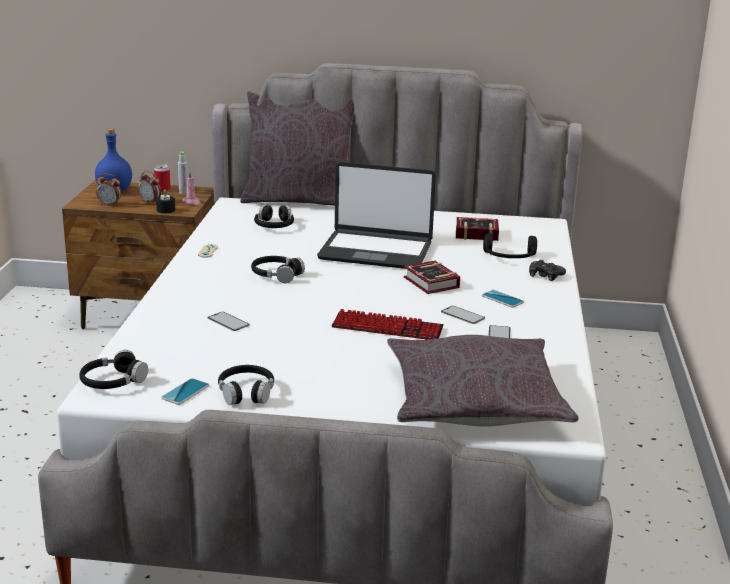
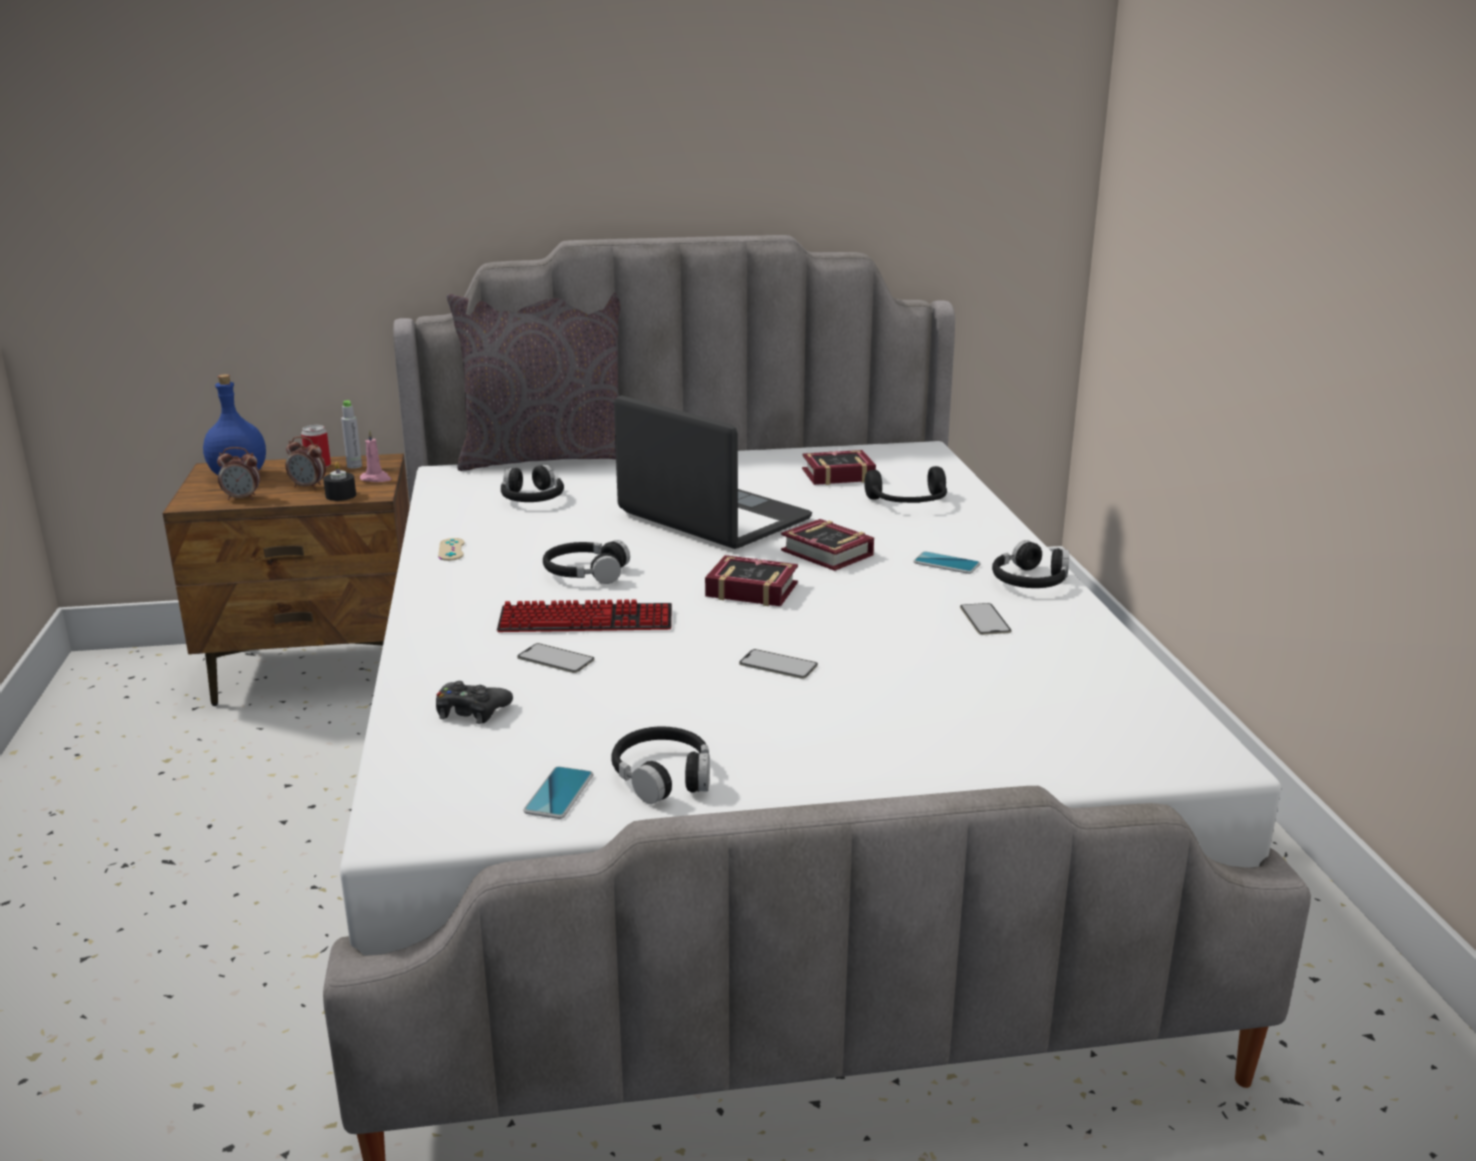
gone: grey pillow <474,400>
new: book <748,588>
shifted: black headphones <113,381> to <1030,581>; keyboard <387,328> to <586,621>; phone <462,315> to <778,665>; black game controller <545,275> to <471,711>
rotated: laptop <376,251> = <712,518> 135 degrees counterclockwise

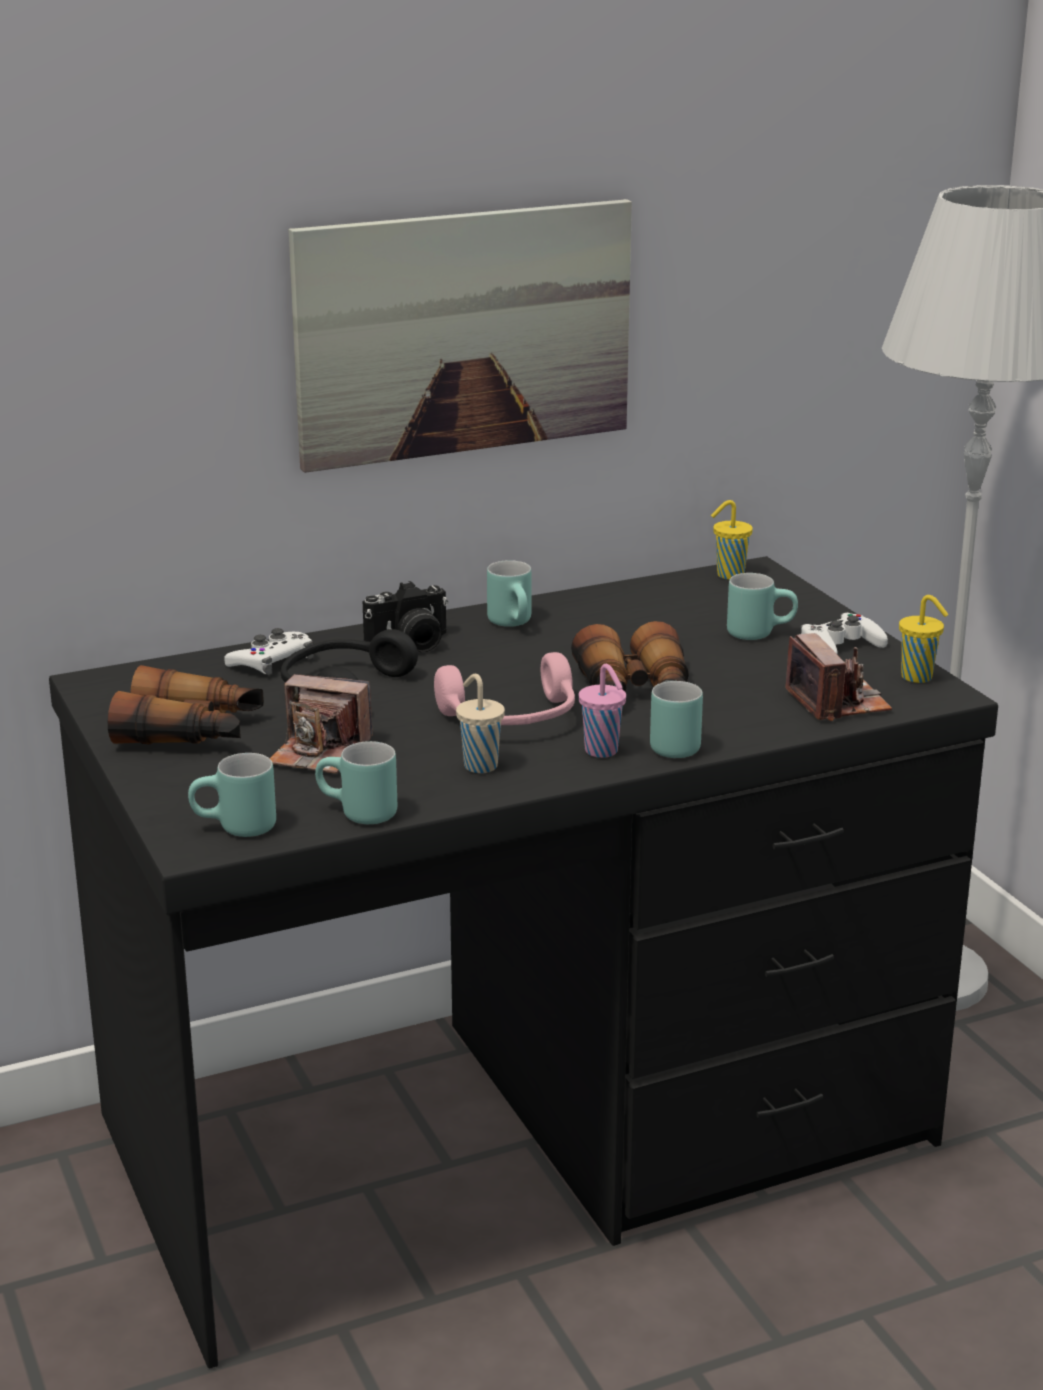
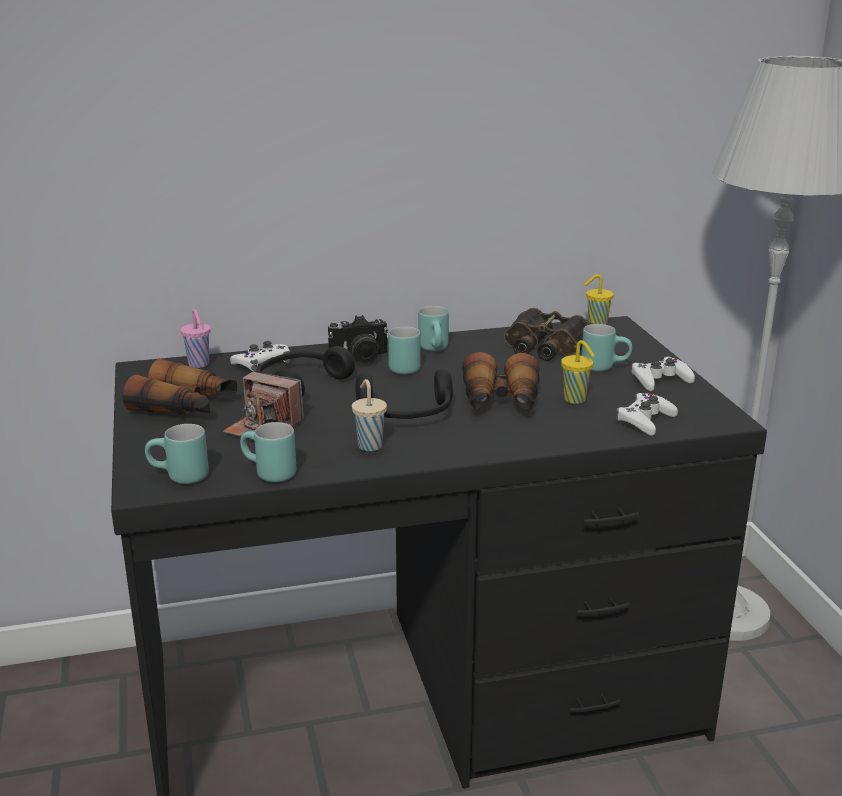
gone: picture <464,333>
new: binoculars <545,346>
shifted: pink cup <602,752> to <199,365>; turquoise mug <672,744> to <405,366>; yellow cup <918,678> to <576,400>
swapped: photo camera <837,703> to white game controller <645,420>
repainted: pink headphones <511,719> to black headphones <406,414>

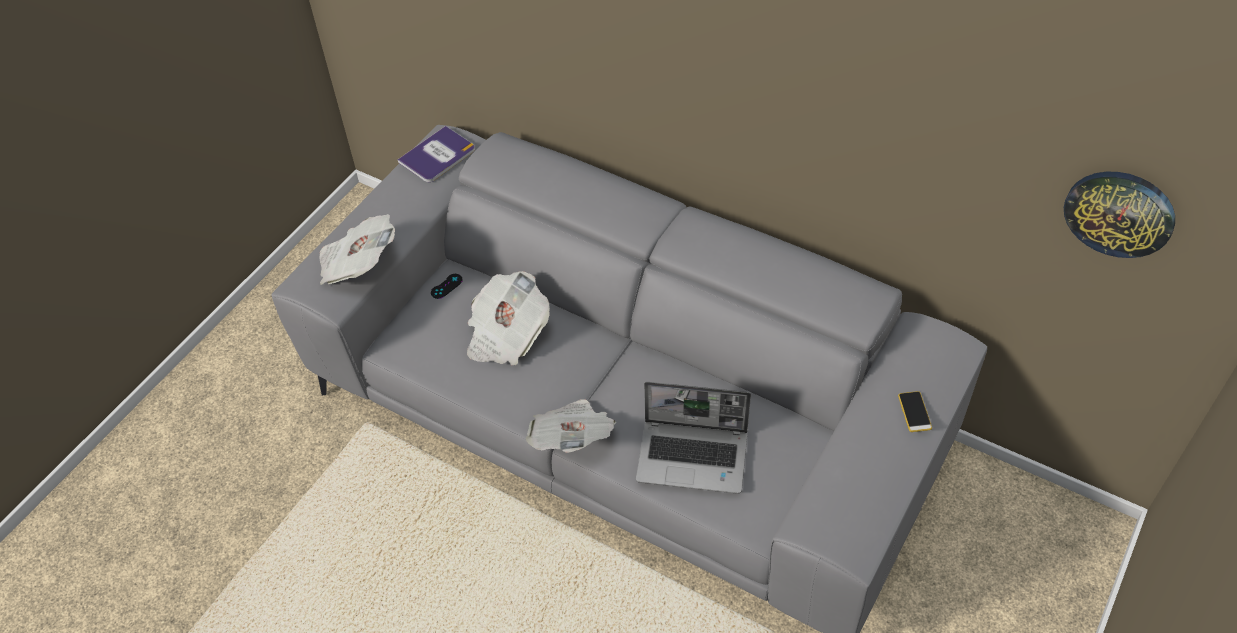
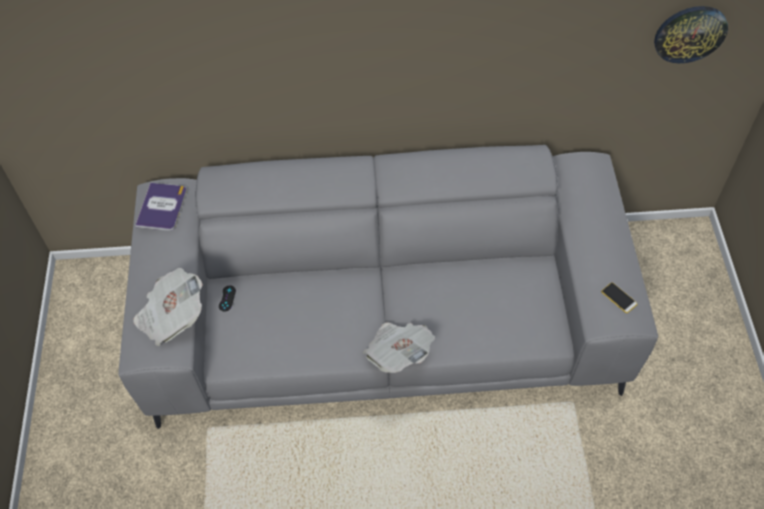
gone: newspaper <506,335>; laptop <694,457>
shifted: phone <914,412> to <619,298>

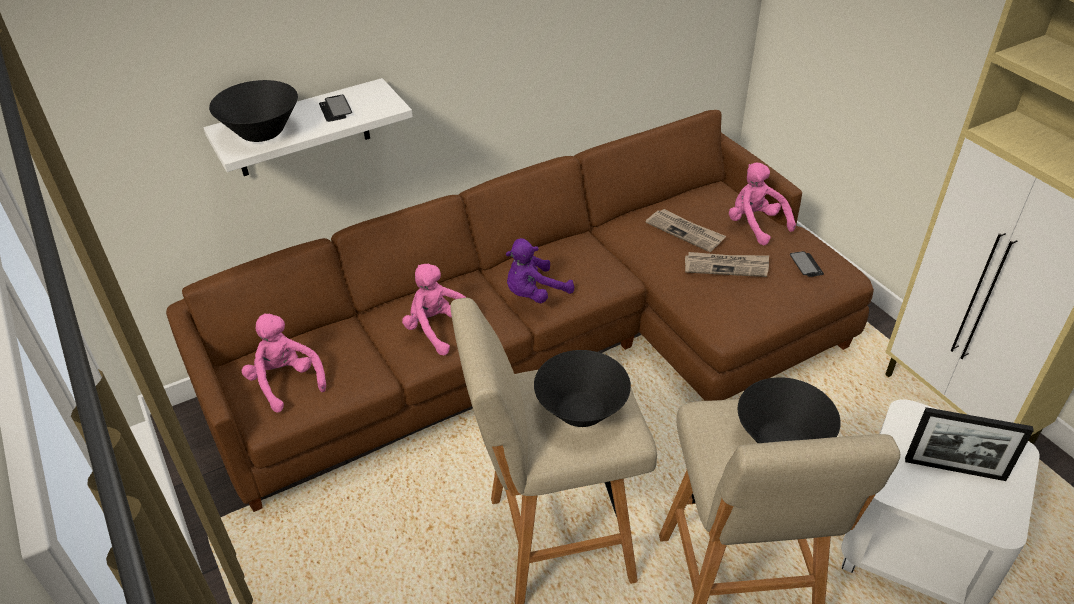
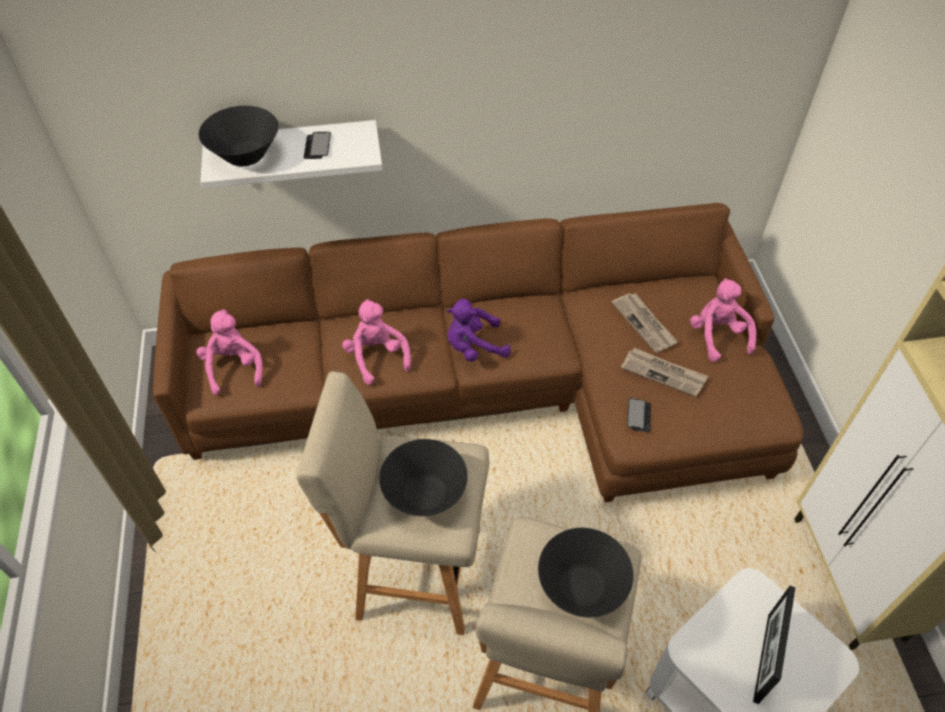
shifted: phone <806,265> to <638,416>
rotated: picture frame <954,469> = <763,658> 75 degrees clockwise

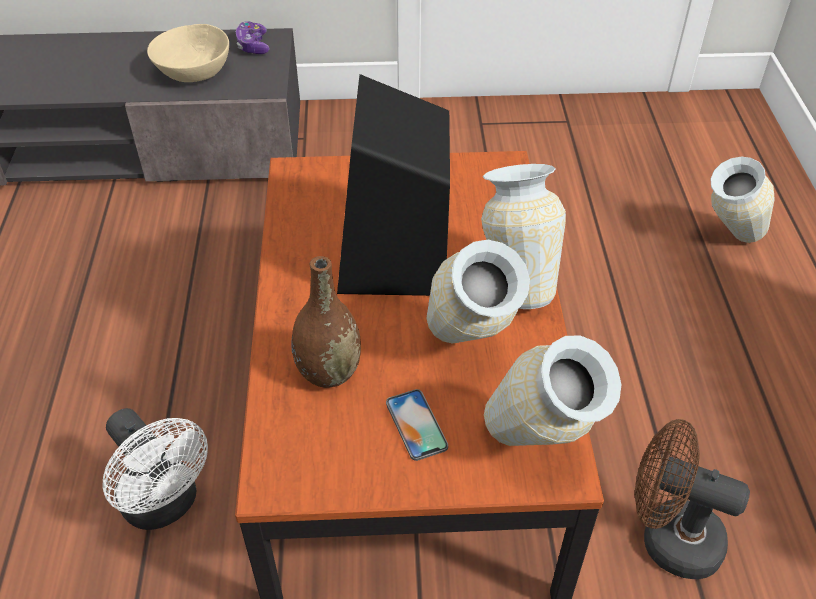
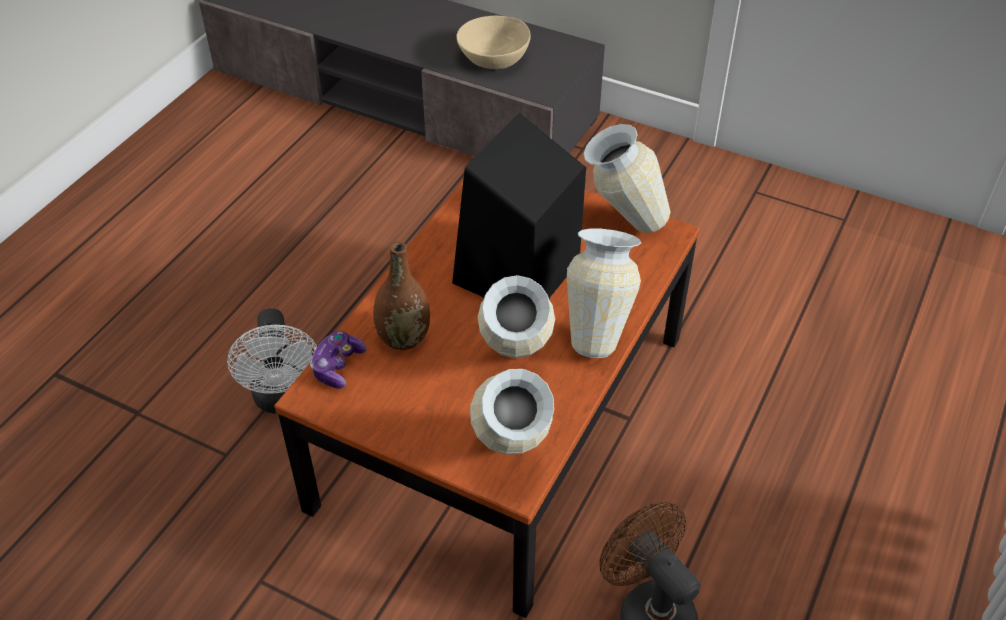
gone: phone <416,425>
shifted: game controller <253,46> to <337,366>; vase <726,242> to <621,223>

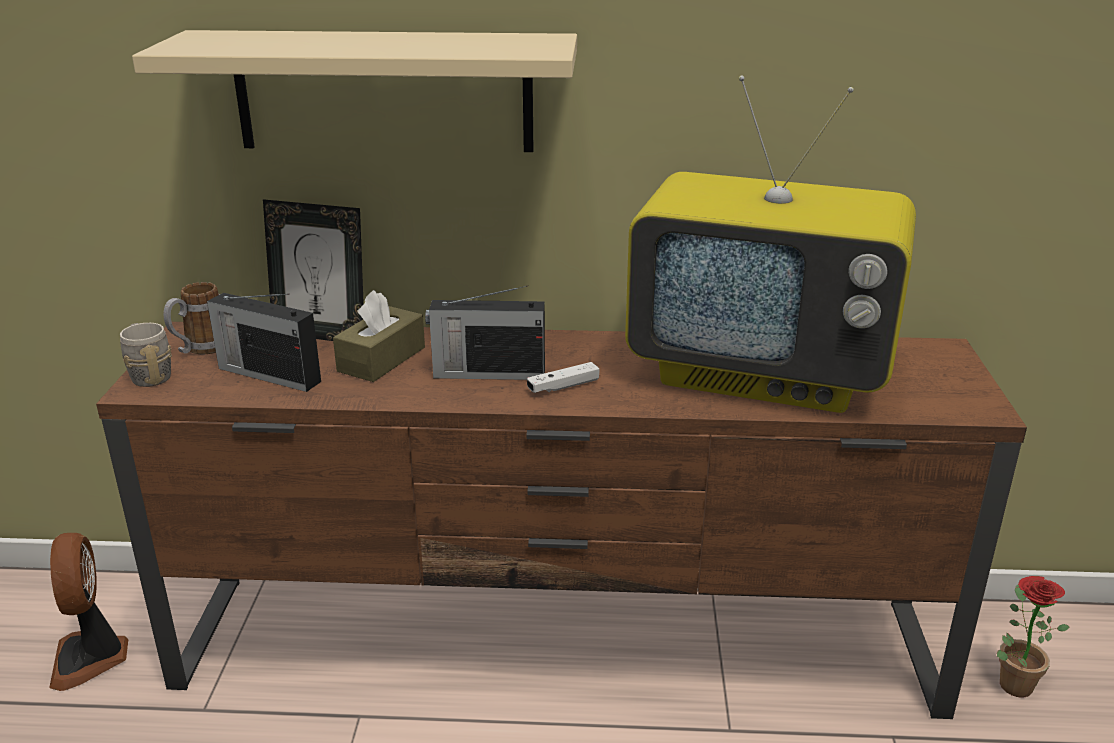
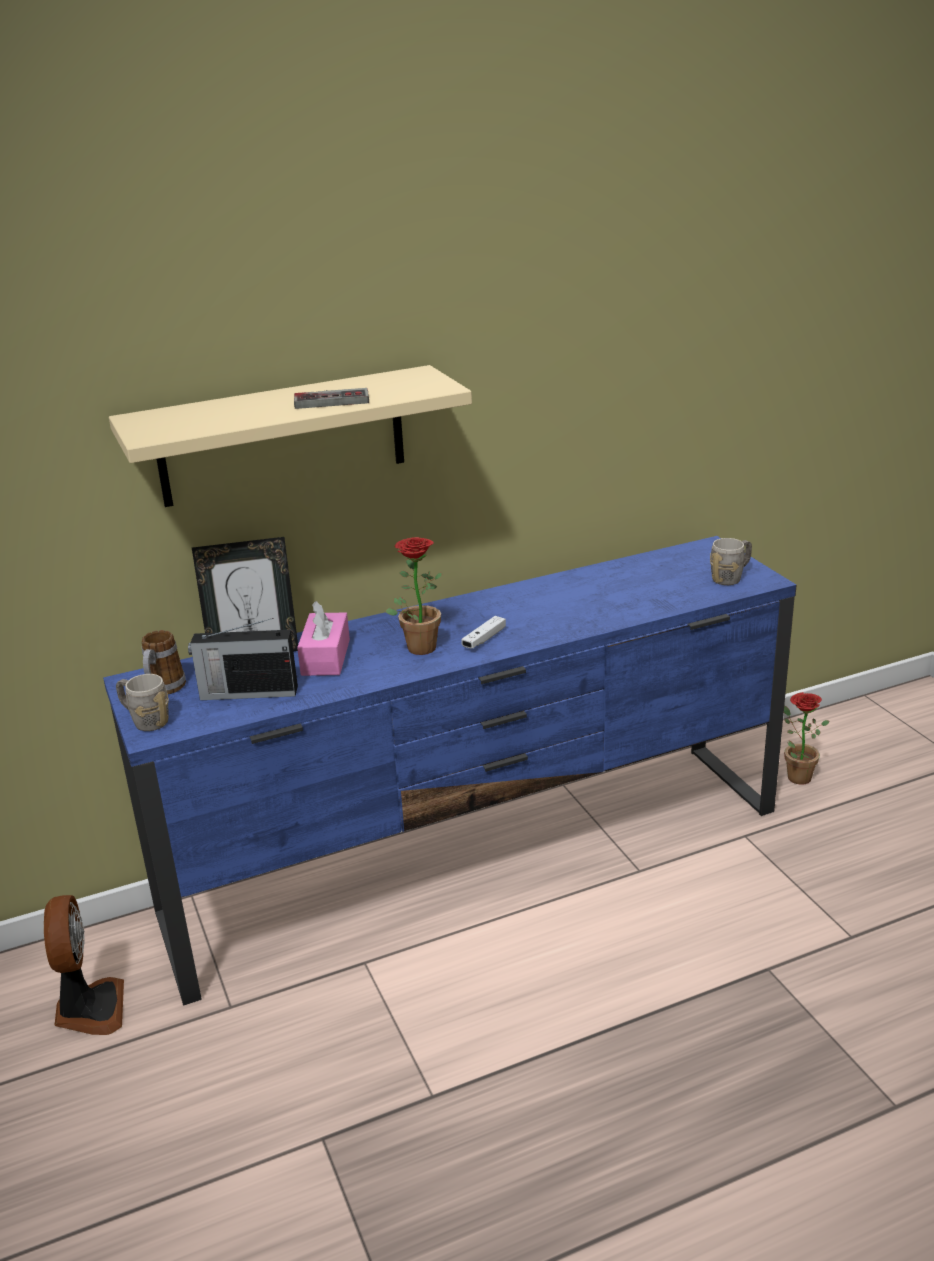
gone: television <762,373>
new: game controller <331,399>; grey mug <731,577>
swapped: radio <487,373> to potted plant <418,645>
repainted: brown tv stand <560,646> to blue tv stand <480,860>; brown tissue box <381,359> to pink tissue box <325,657>
rotated: fan <91,658> = <89,1009> 150 degrees counterclockwise

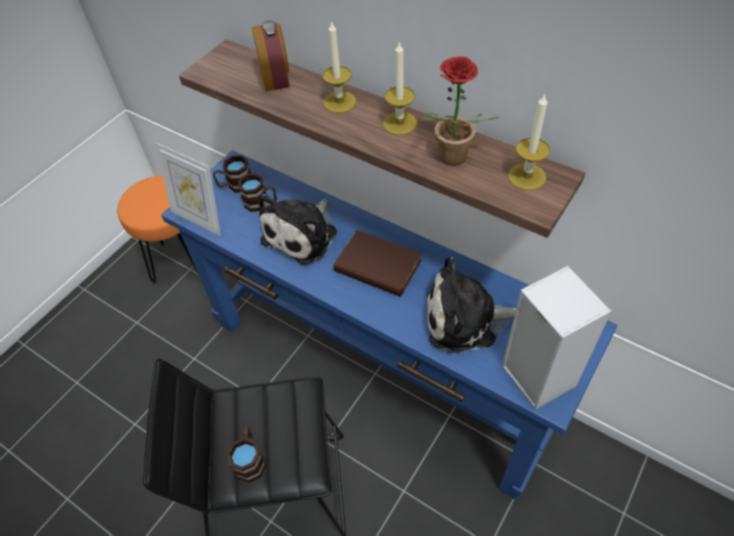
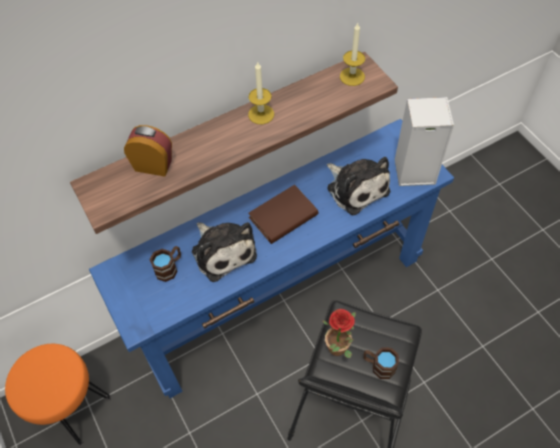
gone: picture frame <200,219>; brown mug <235,185>; candle <339,102>
shifted: potted plant <450,160> to <339,350>
rotated: plush toy <466,319> = <356,187> 60 degrees counterclockwise

